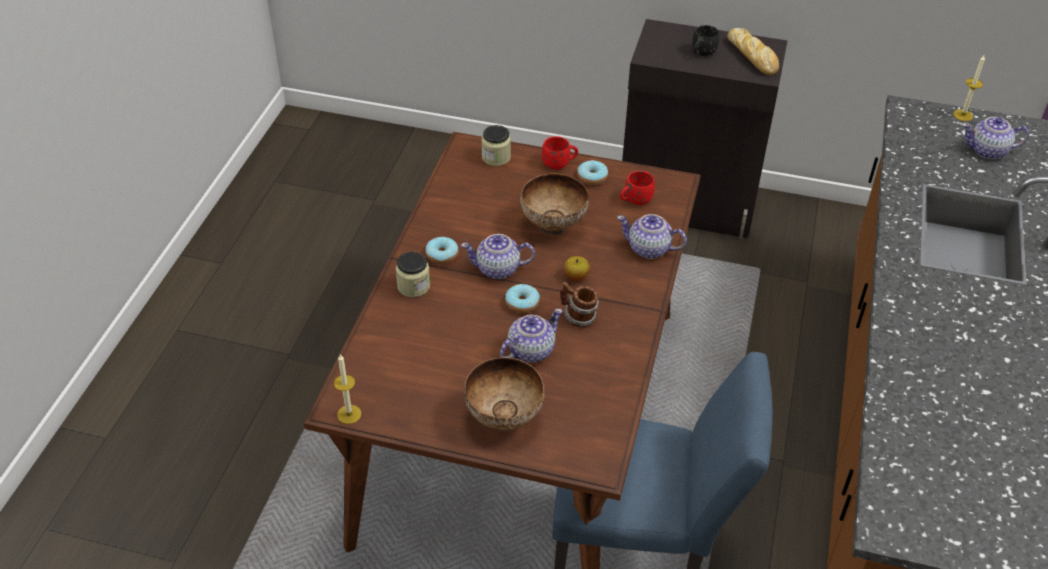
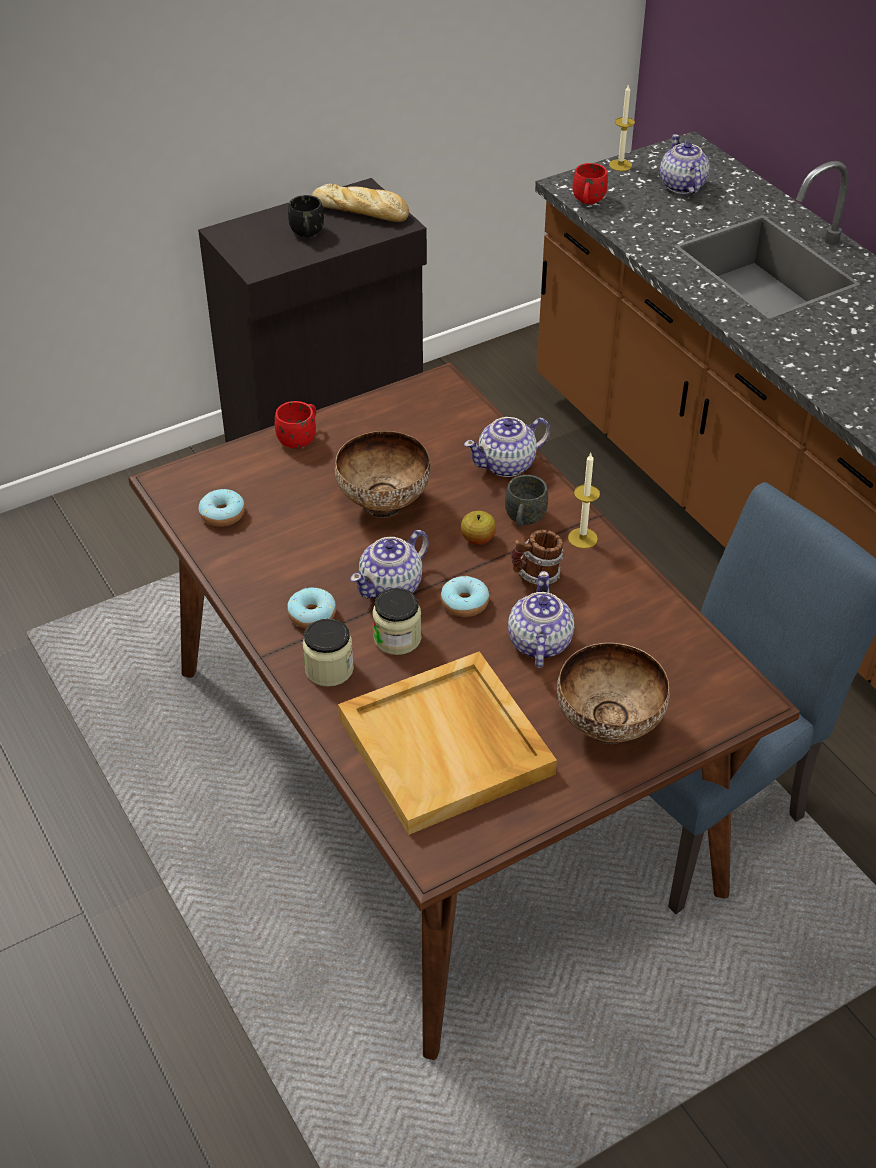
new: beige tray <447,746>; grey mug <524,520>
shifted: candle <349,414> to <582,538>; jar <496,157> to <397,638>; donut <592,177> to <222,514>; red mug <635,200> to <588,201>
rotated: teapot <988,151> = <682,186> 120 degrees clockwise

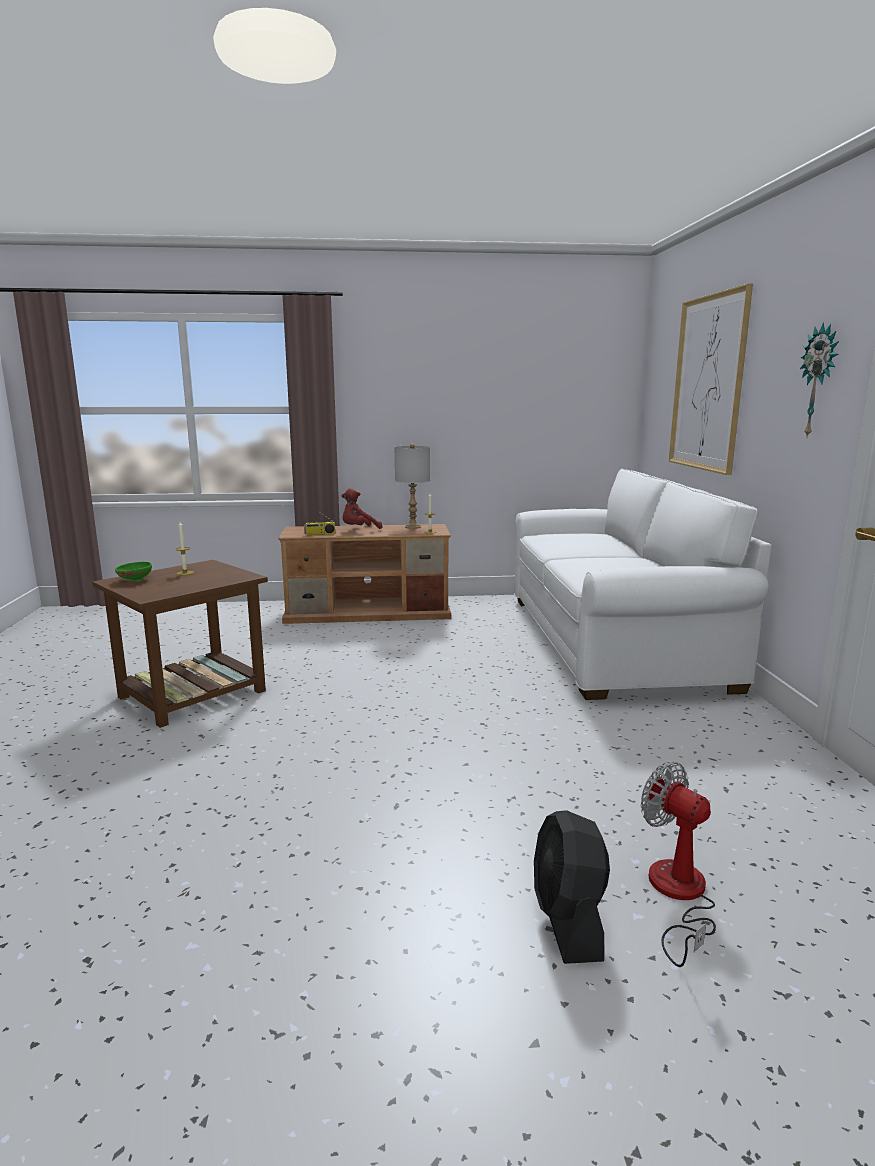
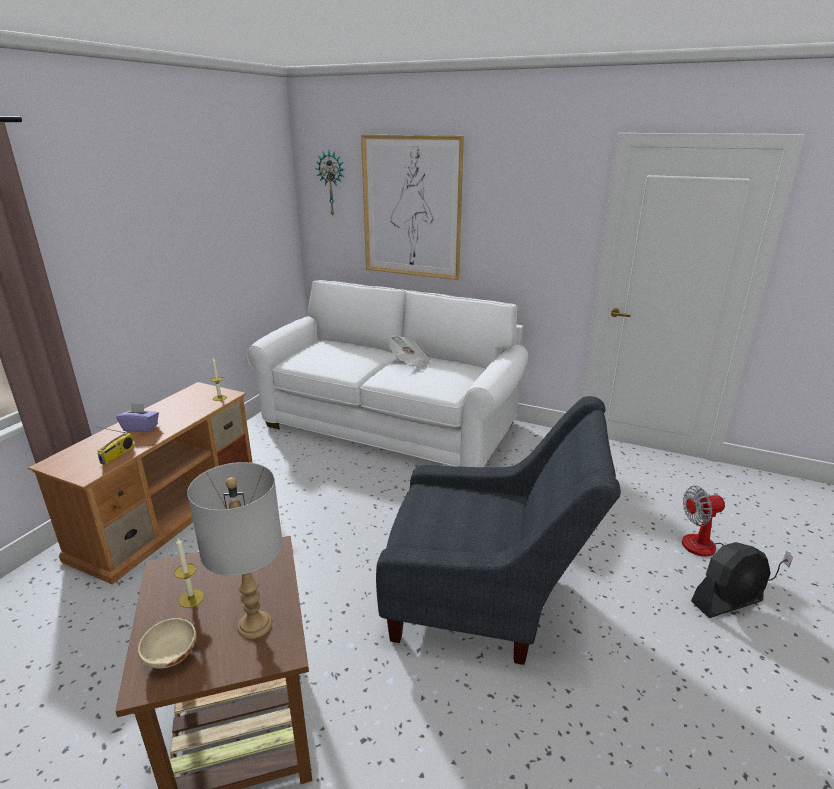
new: grey armchair <487,600>; newspaper <410,363>
shifted: grey table lamp <412,527> to <254,625>; wall clock <819,381> to <332,183>
swapped: red plush toy <359,530> to purple tissue box <141,428>
repainted: green bowl <134,580> to beige bowl <170,657>
rotated: black fan <568,920> = <727,601> 45 degrees counterclockwise

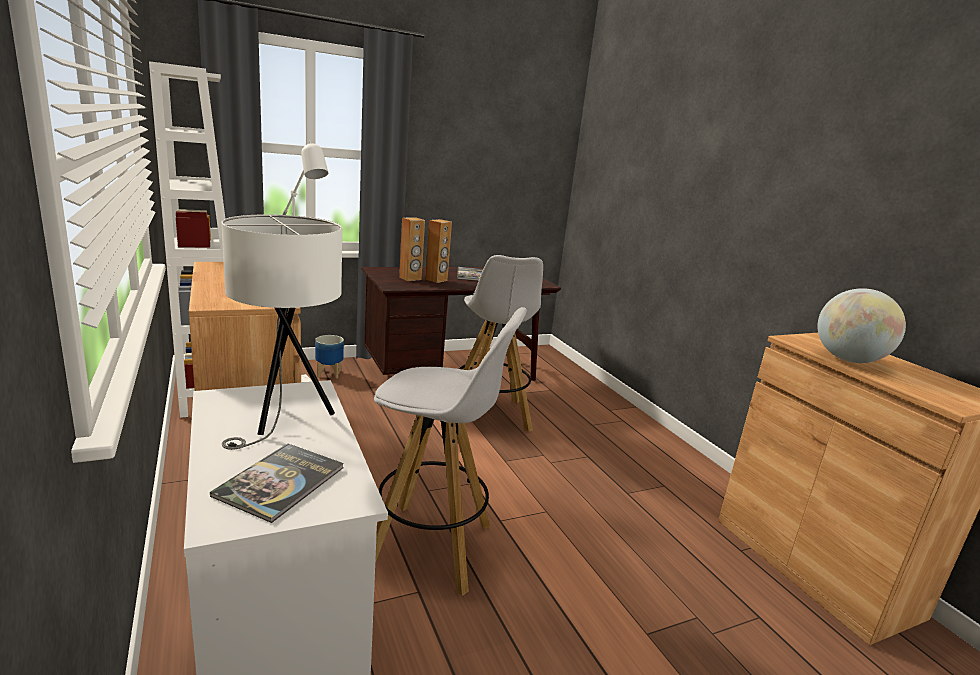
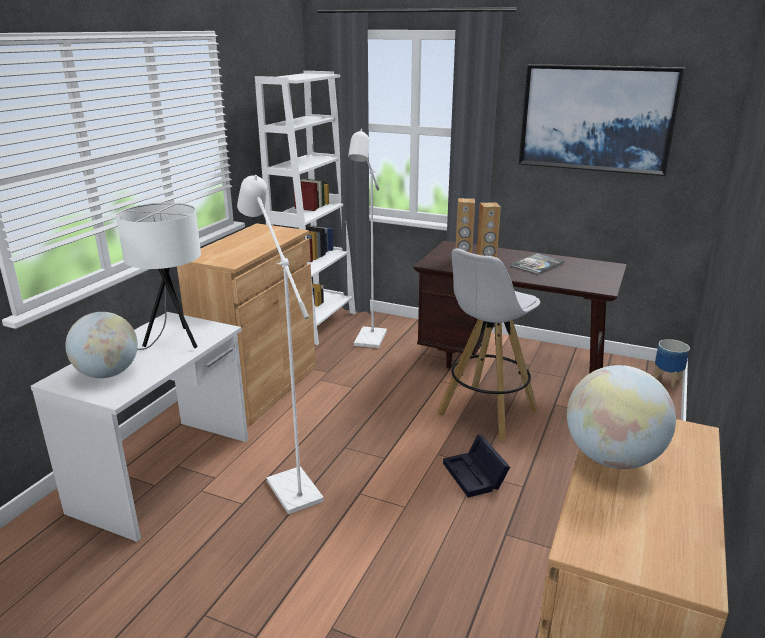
new: black storage box <476,476>; picture <596,118>
shifted: planter <329,373> to <667,380>
swapped: book <280,482> to globe <107,374>; white stool <433,547> to white floor lamp <289,484>

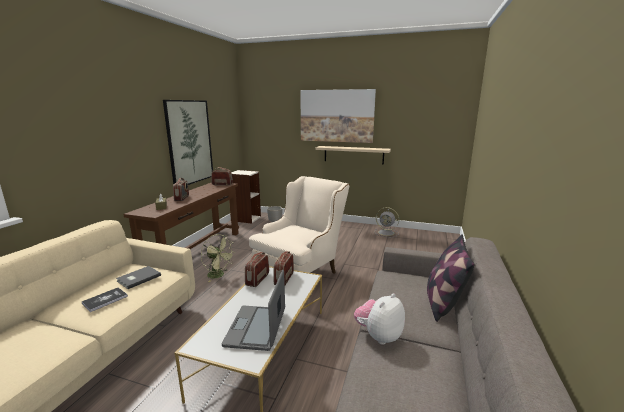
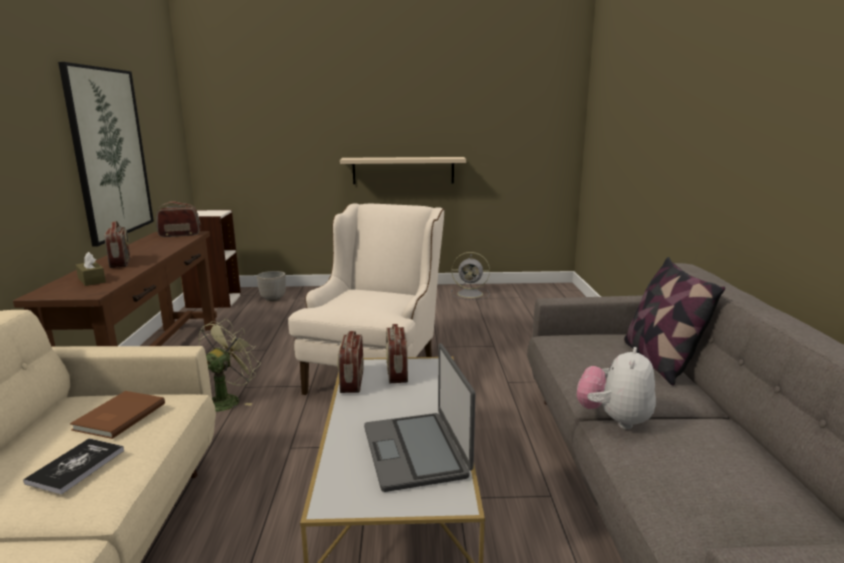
gone: picture <336,116>
repainted: grey book <138,278> to brown book <117,416>
rotated: green fan <219,275> = <227,400> 75 degrees counterclockwise

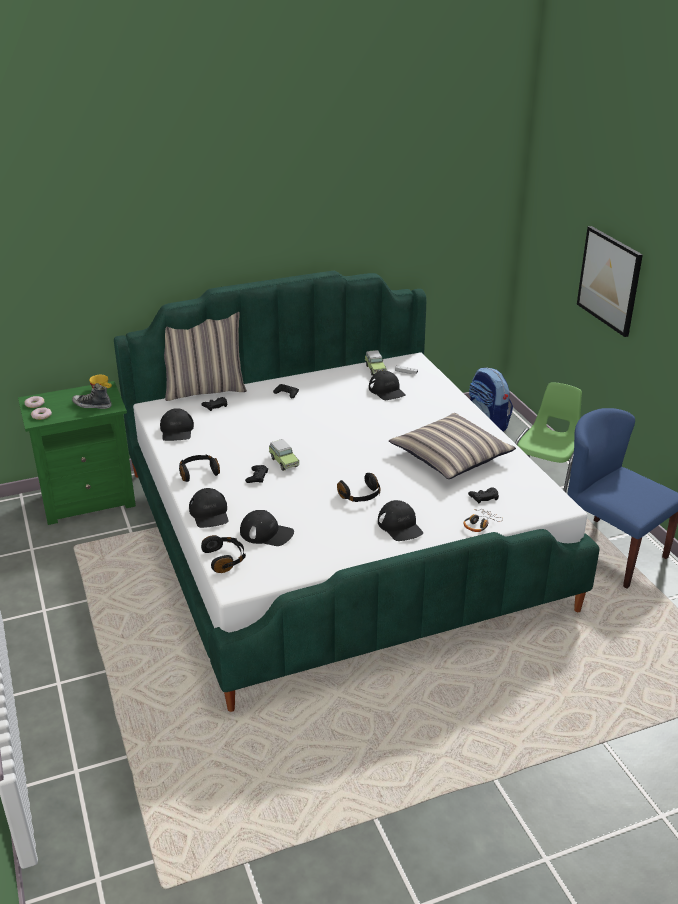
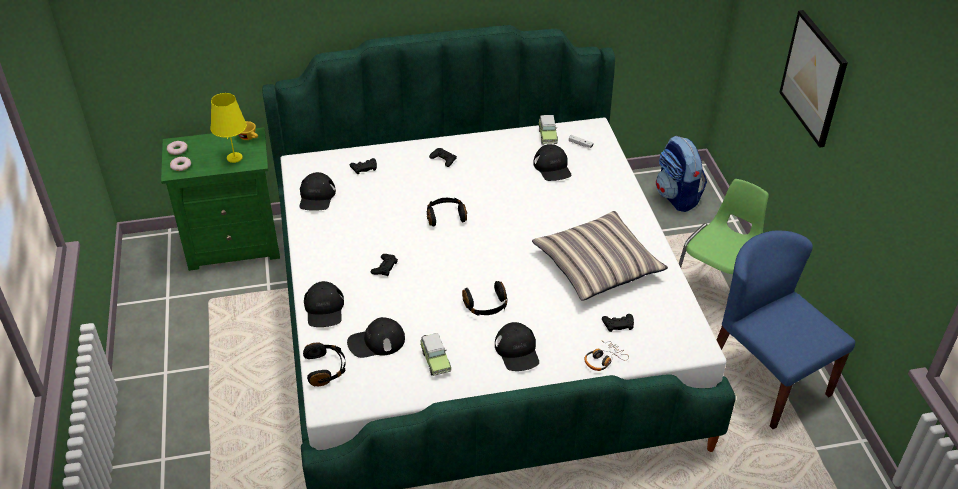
gone: pillow <205,390>
shifted: black headphones <198,472> to <446,216>; toy car <283,461> to <435,360>
swapped: shoe <92,405> to yellow table lamp <234,158>
rotated: black cap <267,533> = <376,342> 135 degrees clockwise

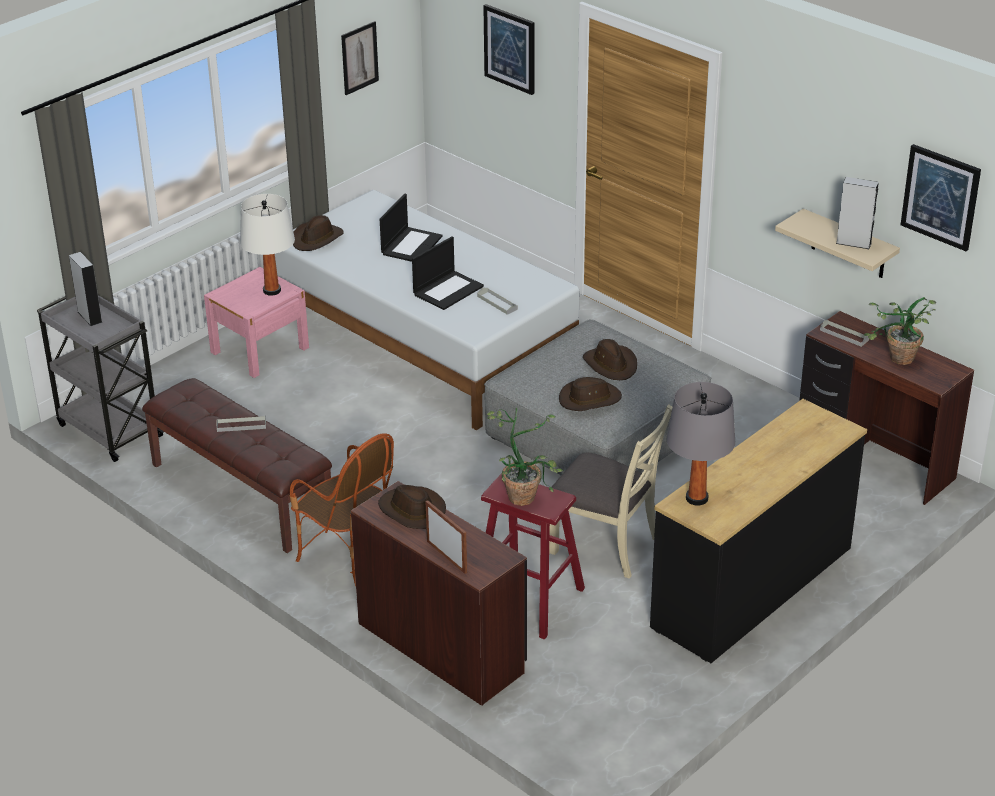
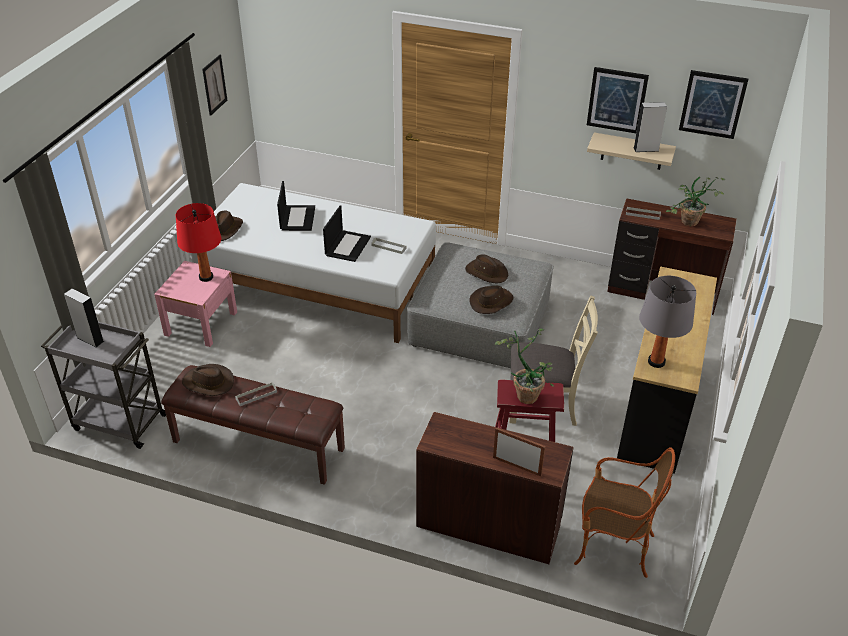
shifted: armchair <350,559> to <612,547>; brown hat <411,510> to <208,383>; picture <510,49> to <617,100>
repainted: white table lamp <271,290> to red table lamp <206,277>

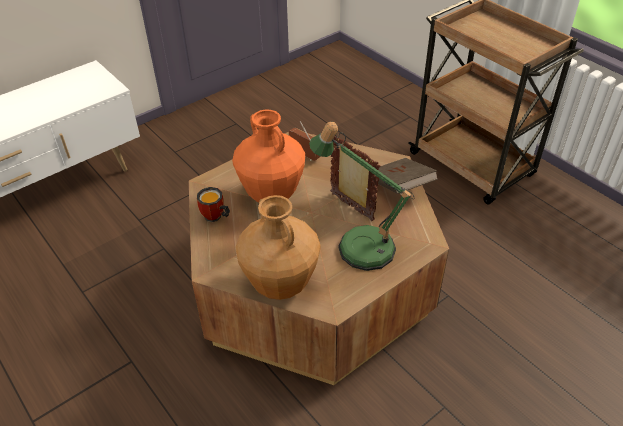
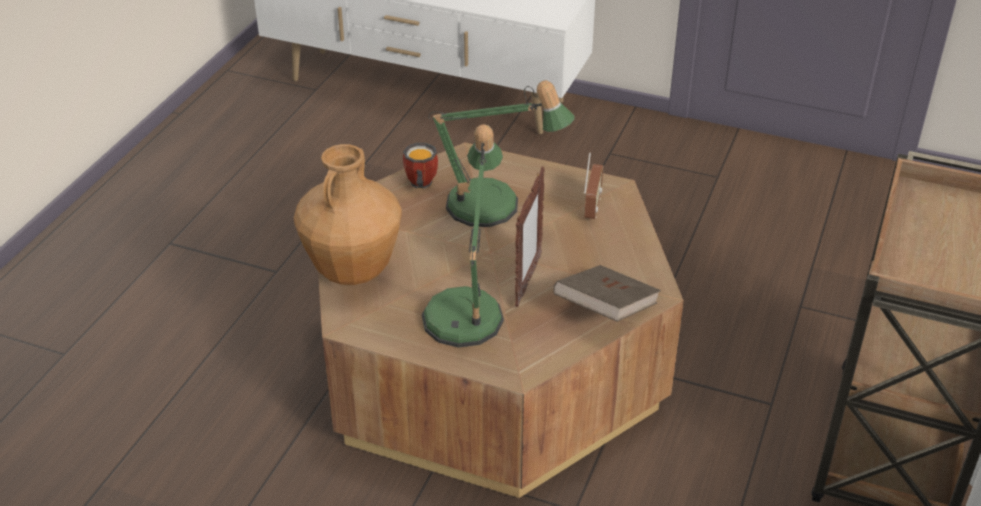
swapped: orange vase <271,194> to table lamp <494,209>

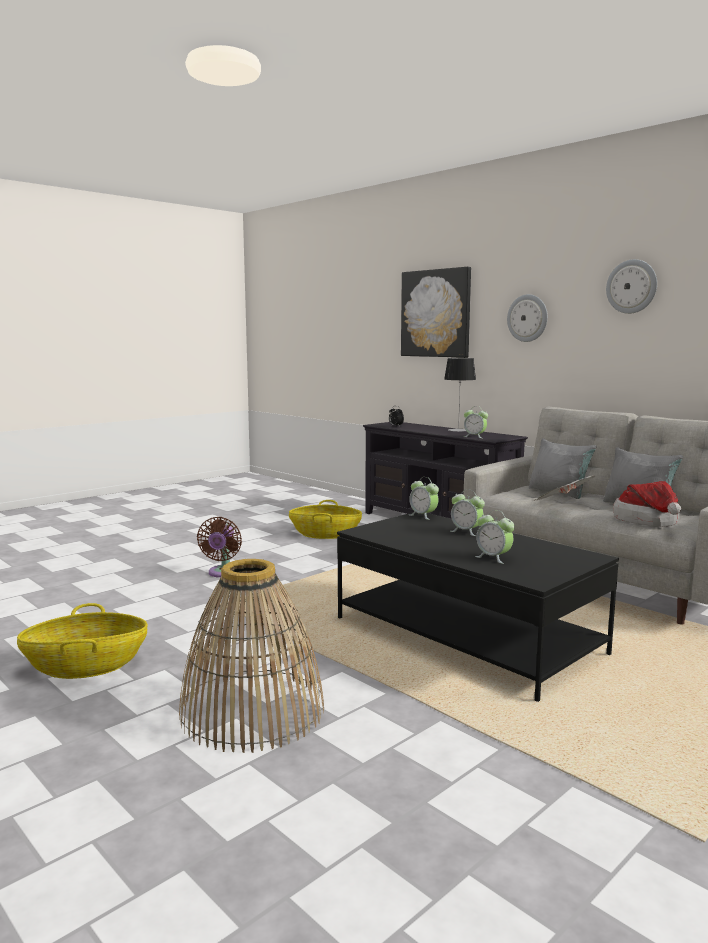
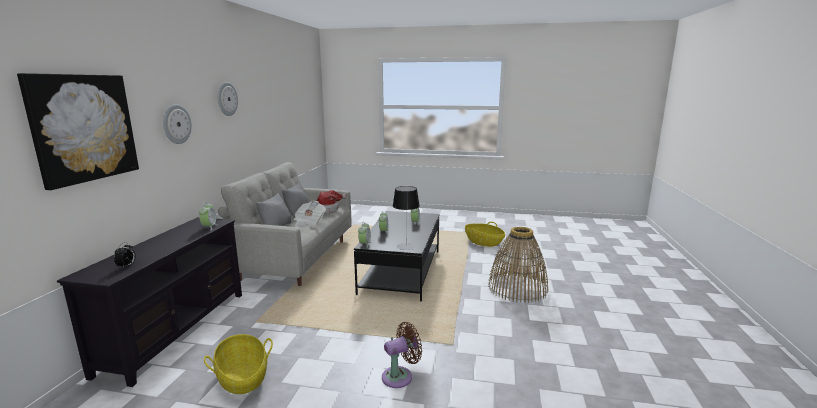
shifted: basket <86,666> to <483,242>; table lamp <458,430> to <406,246>

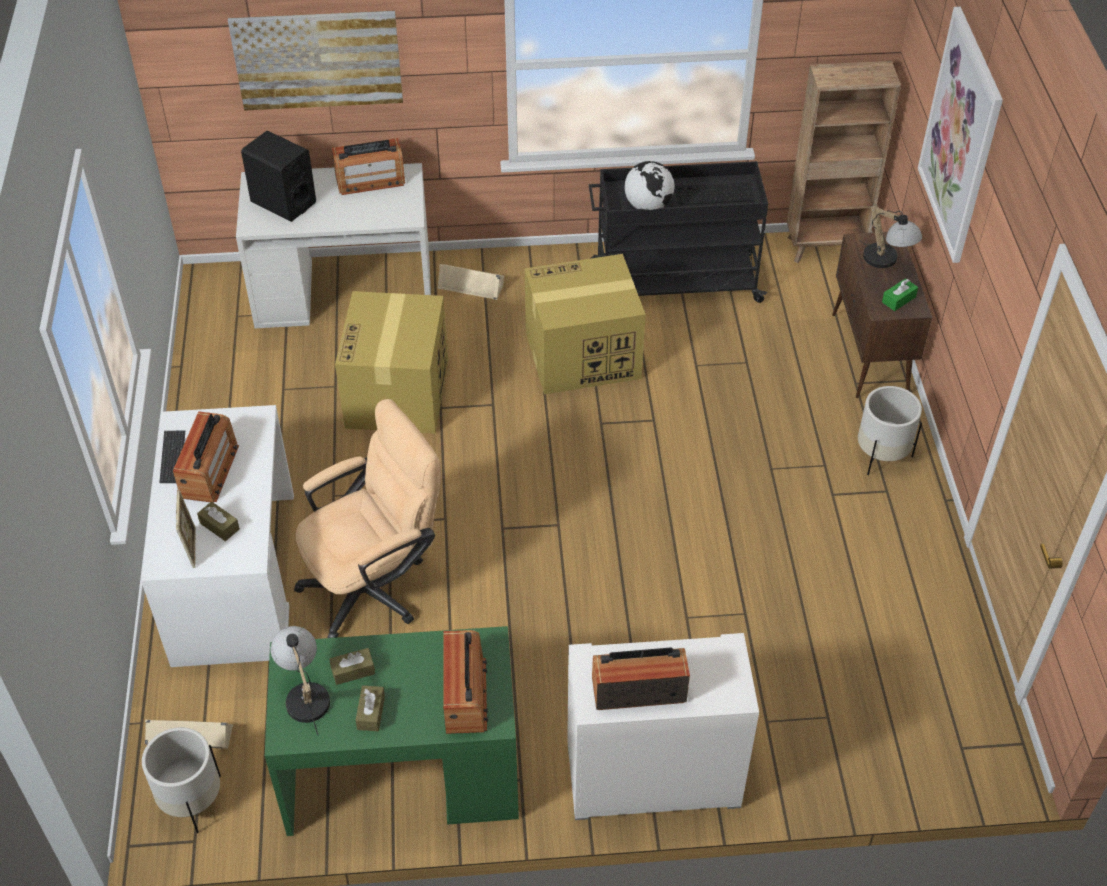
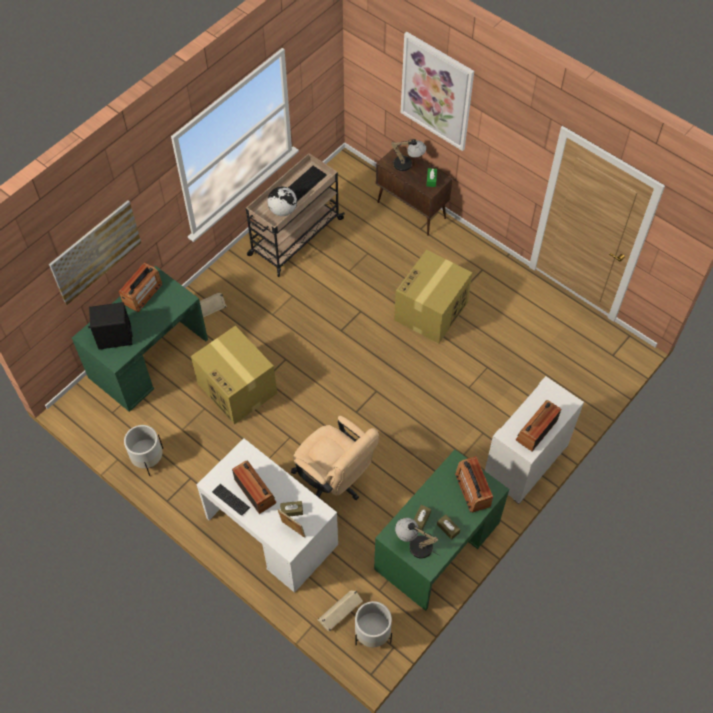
gone: brown bookcase <825,247>
shifted: cardboard box <581,356> to <430,312>; white planter <881,455> to <148,459>
repainted: white desk <344,290> to green desk <148,358>; black cart <673,283> to beige cart <294,237>
rotated: beige office chair <375,584> = <334,481> 120 degrees clockwise; radio <465,694> = <472,489> 150 degrees counterclockwise

